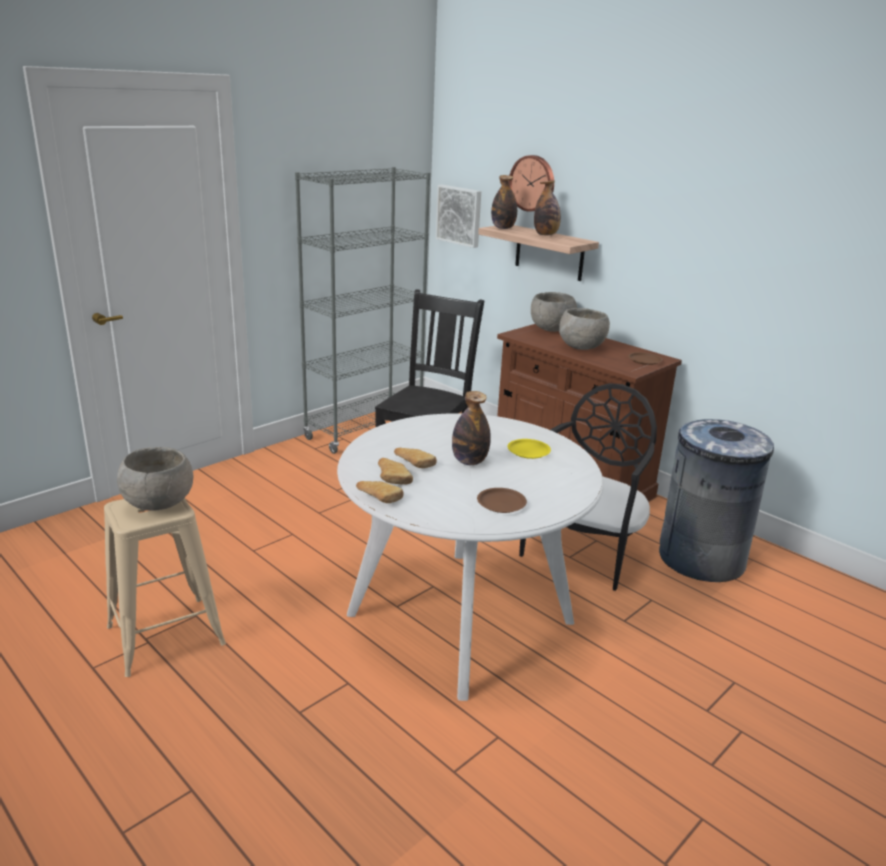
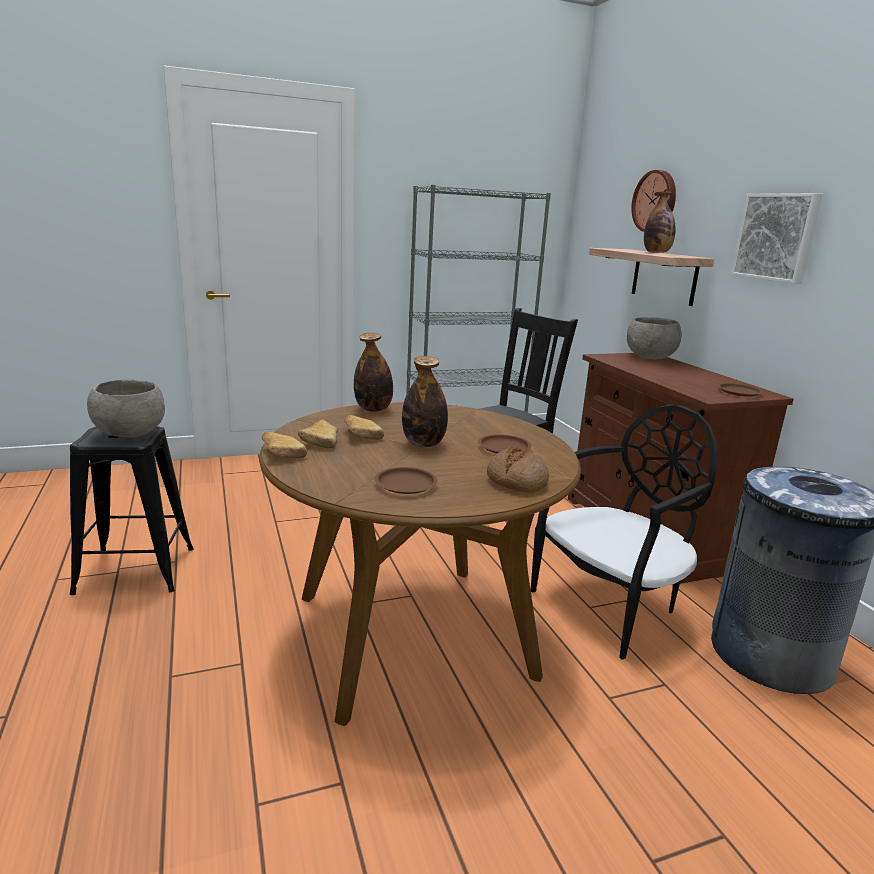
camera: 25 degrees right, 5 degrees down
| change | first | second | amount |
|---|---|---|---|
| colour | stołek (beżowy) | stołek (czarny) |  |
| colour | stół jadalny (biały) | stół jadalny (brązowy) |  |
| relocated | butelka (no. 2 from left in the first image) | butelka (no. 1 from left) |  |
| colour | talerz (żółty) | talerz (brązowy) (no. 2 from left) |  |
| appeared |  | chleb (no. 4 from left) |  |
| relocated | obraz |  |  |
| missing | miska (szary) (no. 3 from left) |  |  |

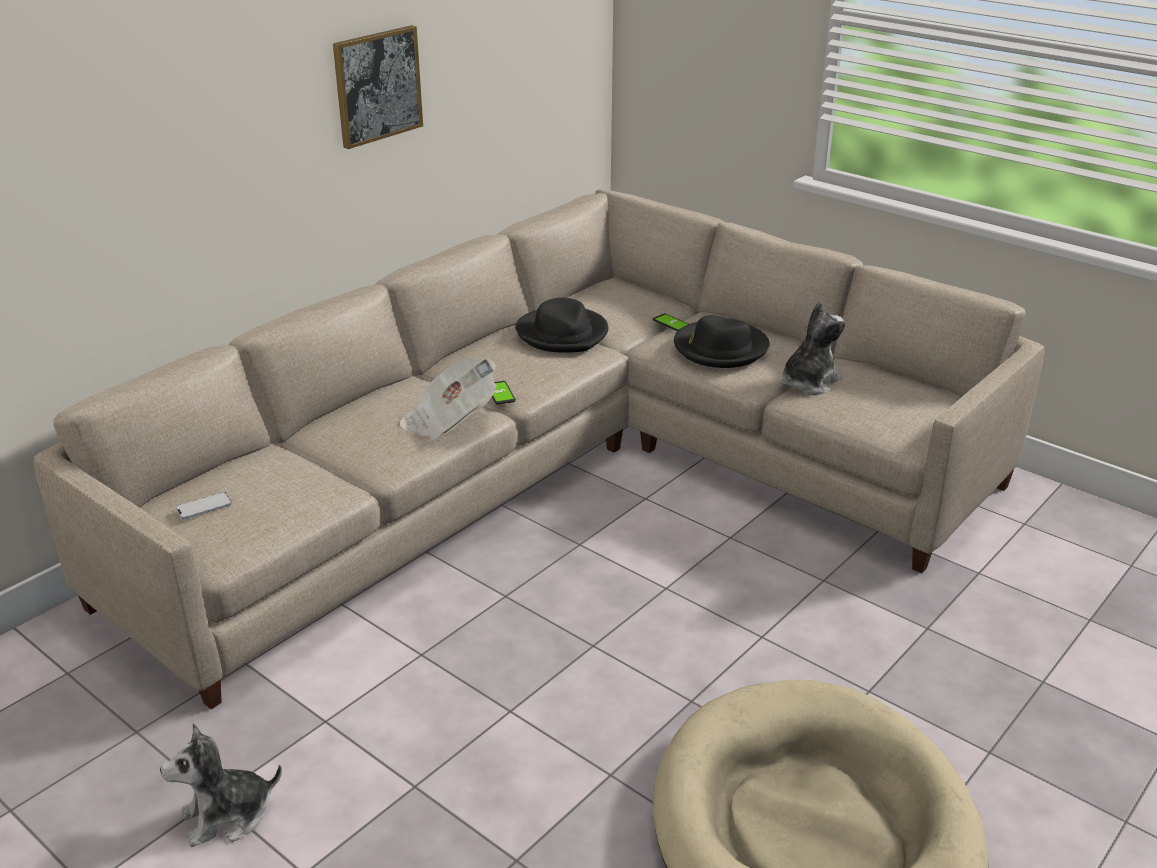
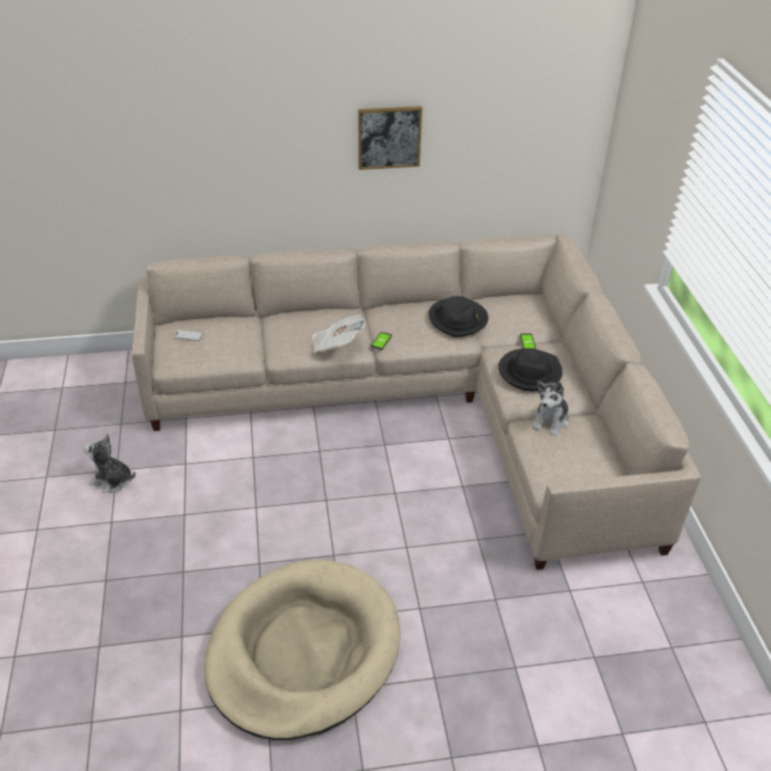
camera: 40 degrees right, 10 degrees up
| change | first | second | amount |
|---|---|---|---|
| spun | pluszak (no. 2 from left) |  | 120 degrees clockwise |

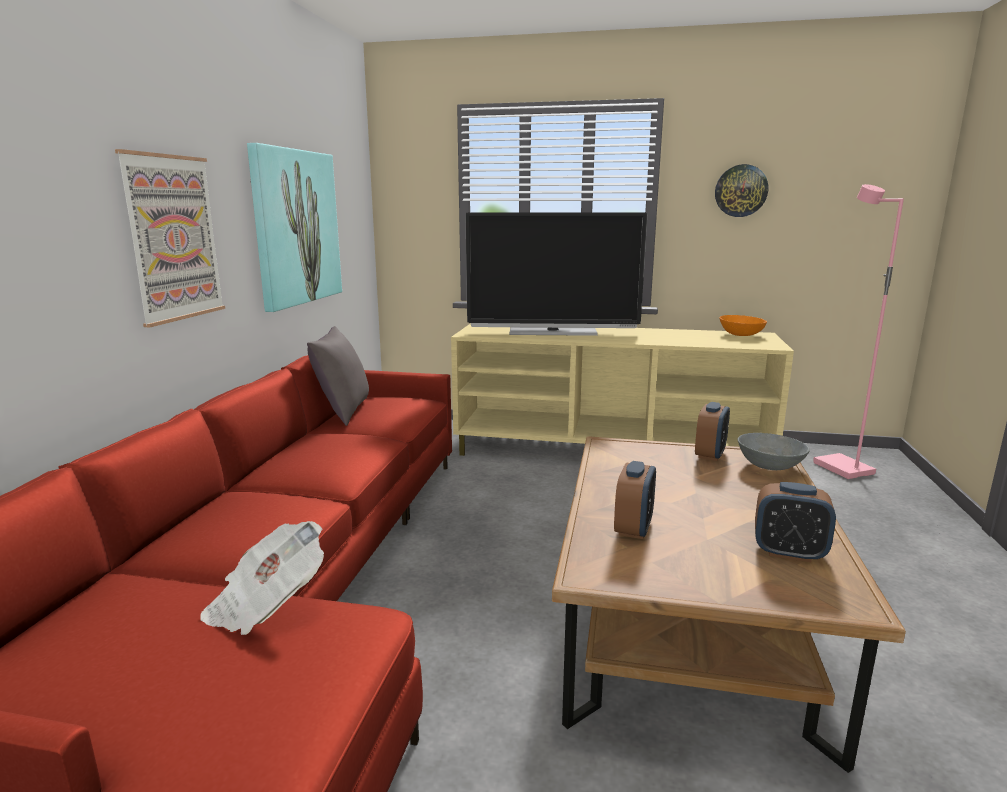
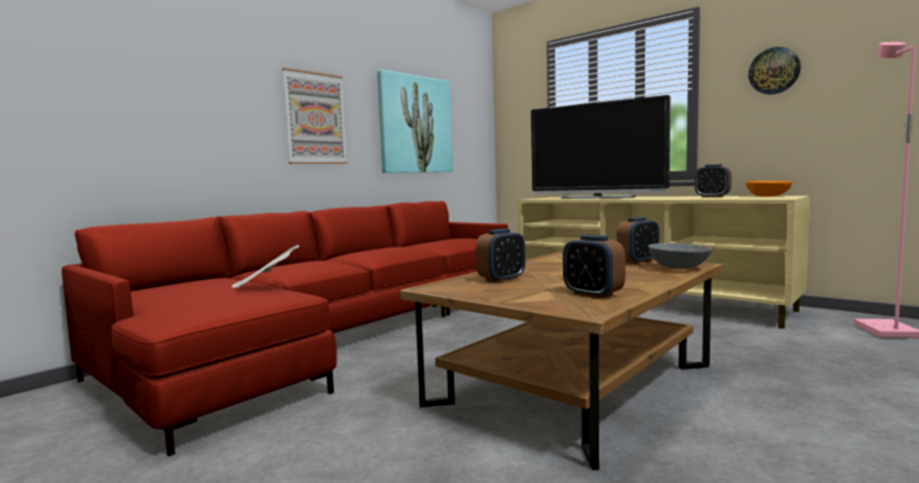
camera: 30 degrees right, 10 degrees down
| change | first | second | amount |
|---|---|---|---|
| appeared |  | budzik (no. 4 from left) |  |
| missing | poduszka (szary) |  |  |

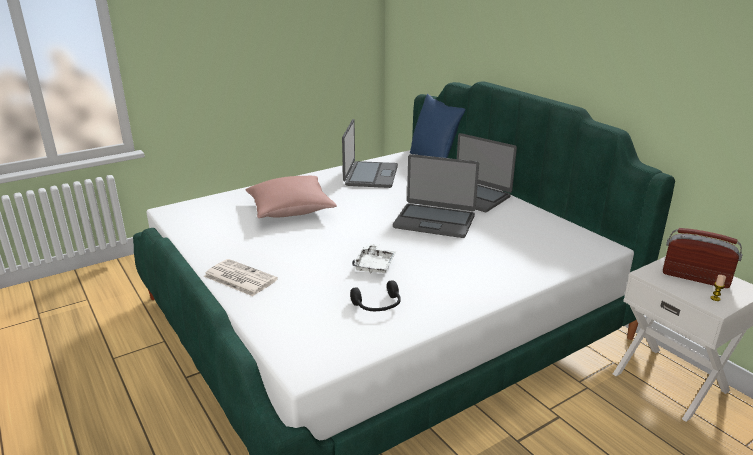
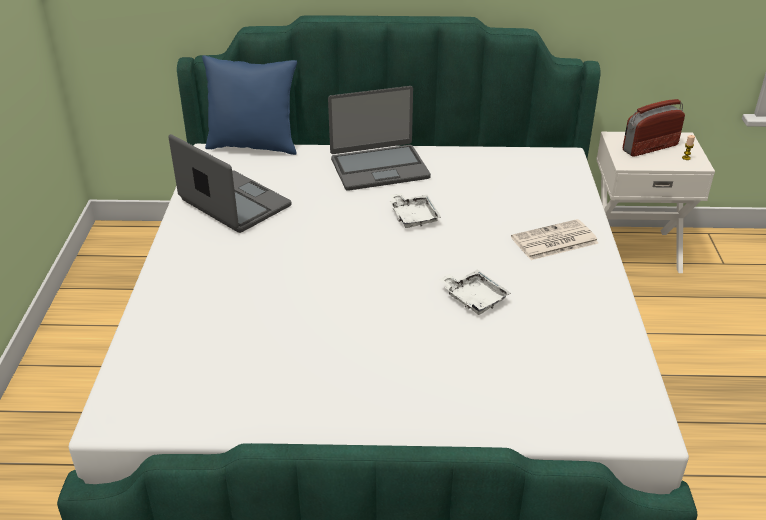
camera: 55 degrees left, 10 degrees up
| change | first | second | amount |
|---|---|---|---|
| exchanged | laptop (no. 2 from left) | taca (biały) (no. 1 from left) |  |
| relocated | gazeta |  |  |
| missing | poduszka (różowy) |  |  |
| missing | słuchawki (czarny) |  |  |

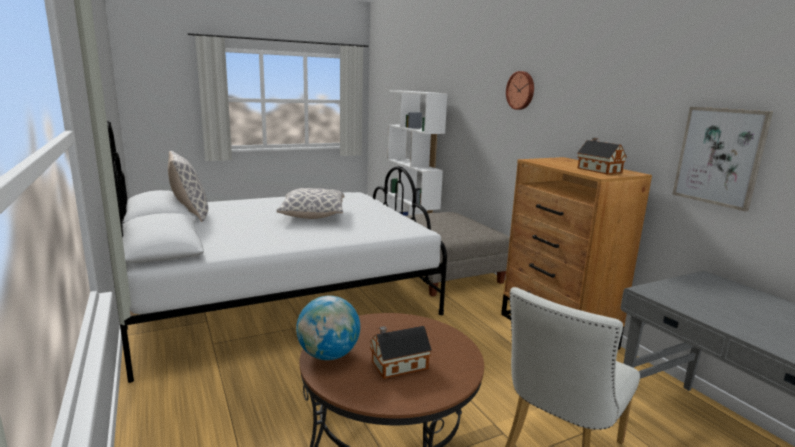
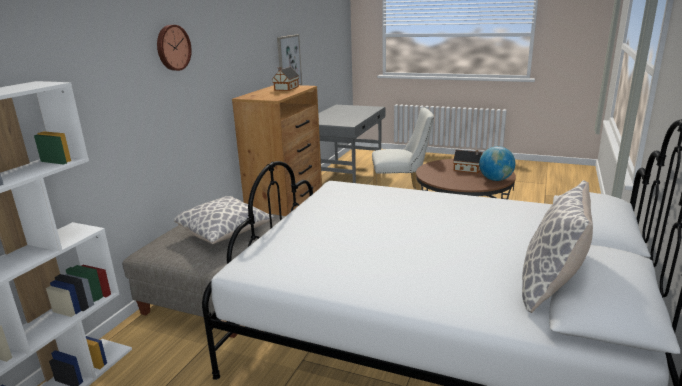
camera: 130 degrees left, 5 degrees up
| change | first | second | amount |
|---|---|---|---|
| relocated | poduszka (no. 2 from left in the first image) | poduszka (no. 1 from left) |  |

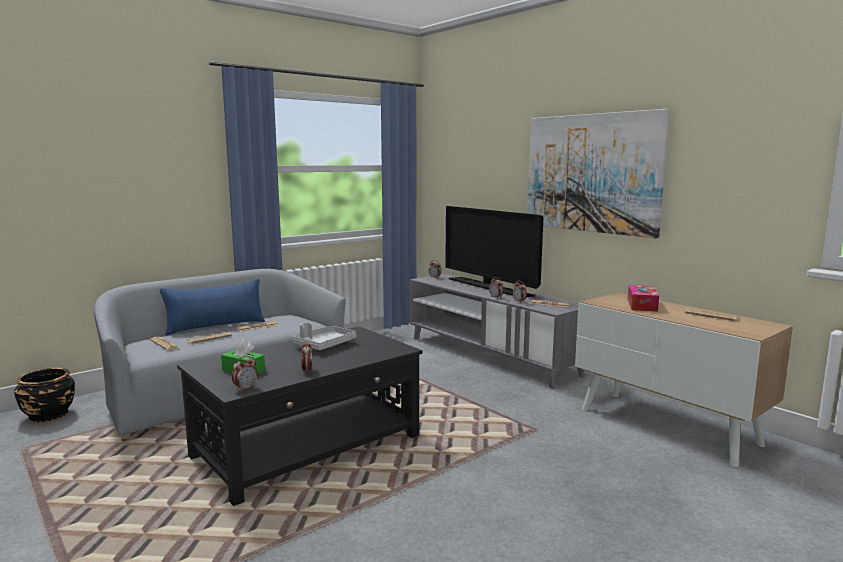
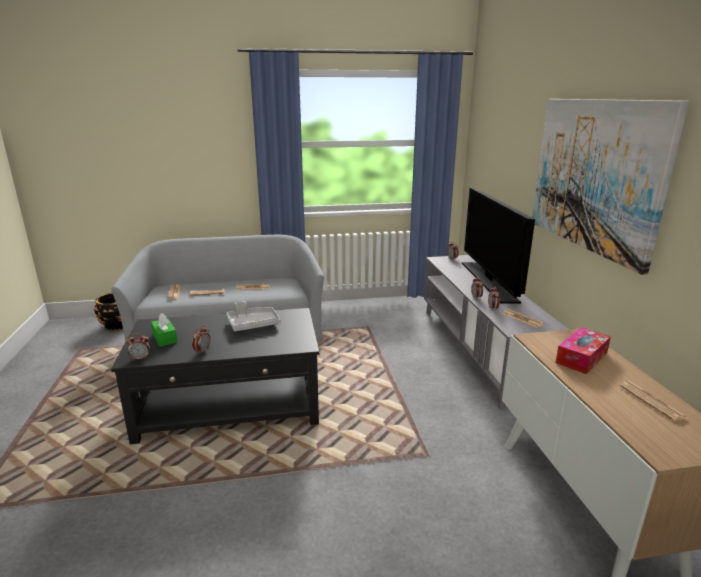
camera: 30 degrees right, 10 degrees up
| change | first | second | amount |
|---|---|---|---|
| missing | poduszka (niebieski) |  |  |

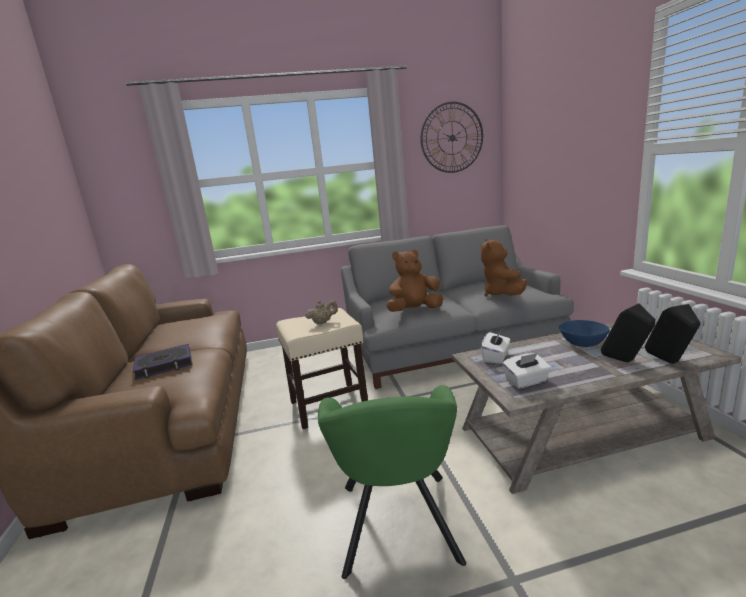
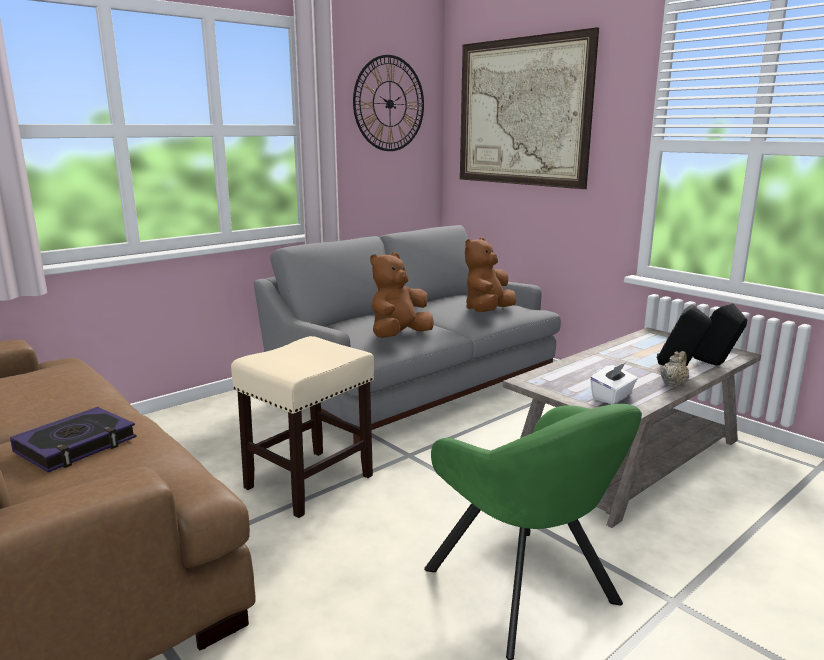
camera: 30 degrees left, 0 degrees up
| change | first | second | amount |
|---|---|---|---|
| appeared |  | obraz |  |
| spun | pluszak (brązowy) (no. 2 from left) |  | 60 degrees clockwise |
| relocated | imbryk (beżowy) |  |  |
| missing | pudełko chusteczek (biały) (no. 1 from left) |  |  |
| missing | miska (niebieski) |  |  |

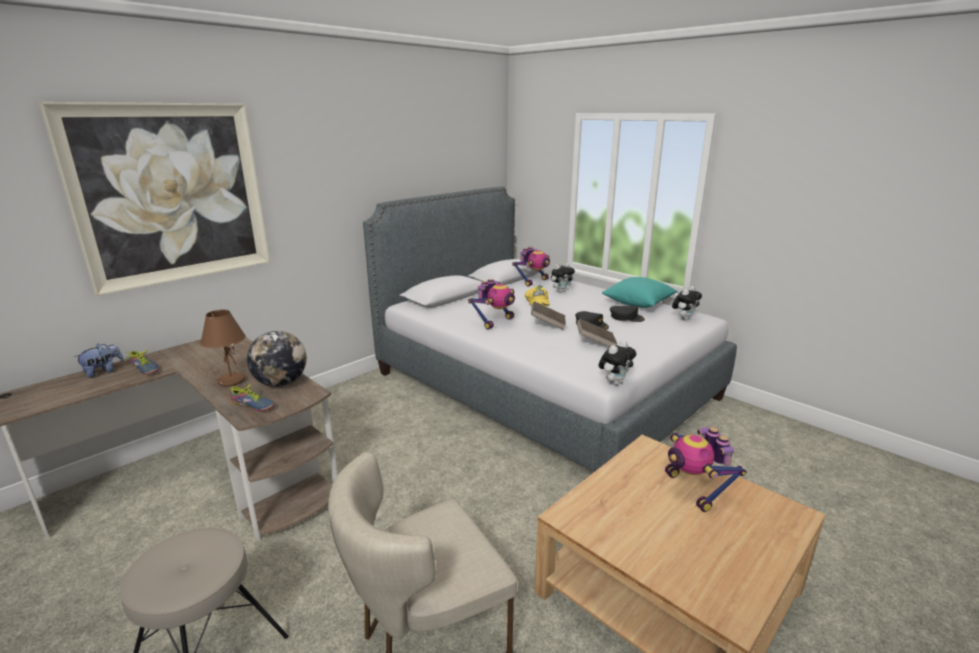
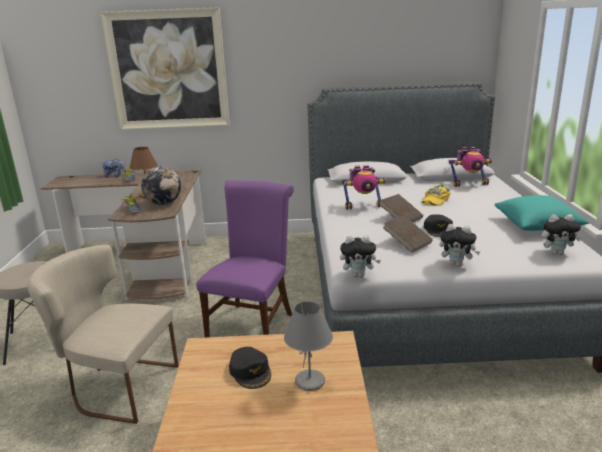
camera: 45 degrees right, 0 degrees up
| change | first | second | amount |
|---|---|---|---|
| appeared |  | krzesło (fioletowy) |  |
| relocated | czapka z daszkiem (czarny) (no. 2 from left in the first image) | czapka z daszkiem (czarny) (no. 1 from left) |  |
| exchanged | robot zabawkowy (no. 3 from left) | lampa stołowa (szary) |  |
| relocated | pluszak (no. 2 from left in the first image) | pluszak (no. 3 from left) |  |

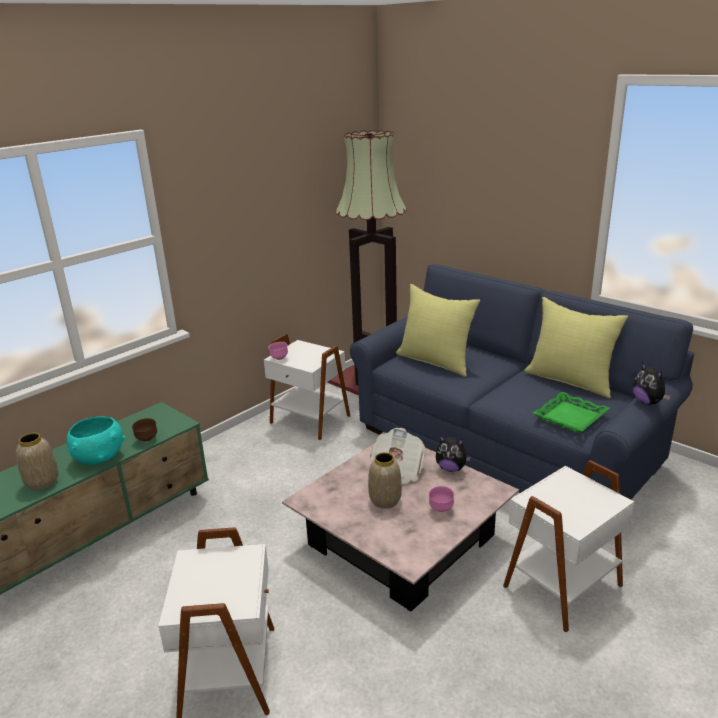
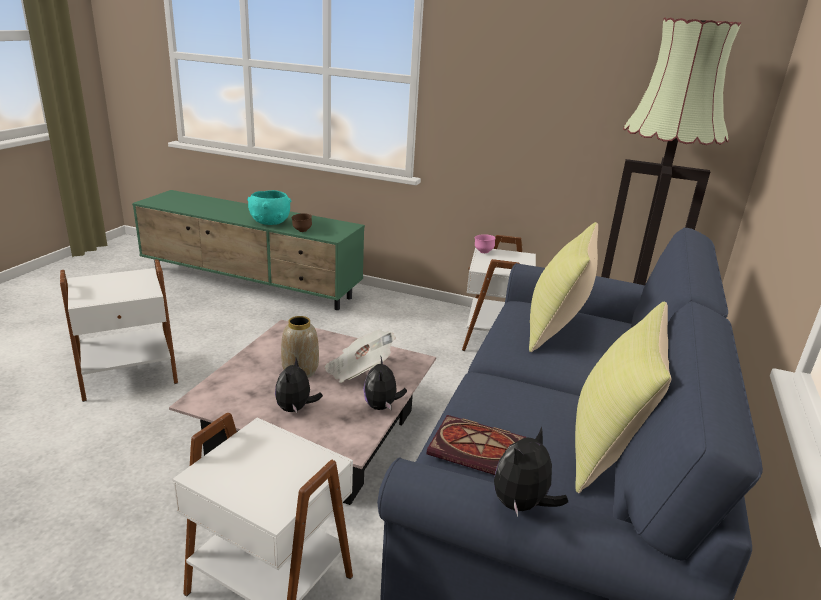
camera: 65 degrees right, 0 degrees up
| change | first | second | amount |
|---|---|---|---|
| exchanged | miska (różowy) (no. 2 from left) | pluszak (no. 1 from left) |  |
| exchanged | taca (zielony) | książka |  |
| missing | wazon (no. 1 from left) |  |  |

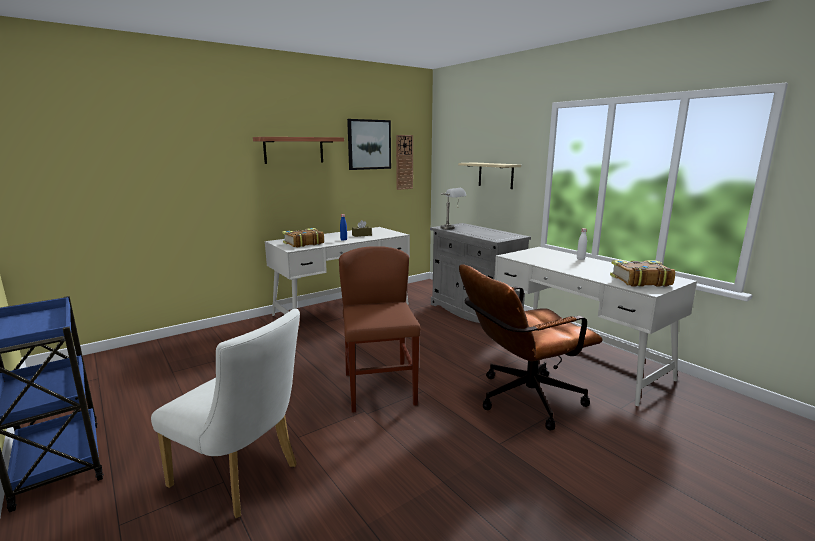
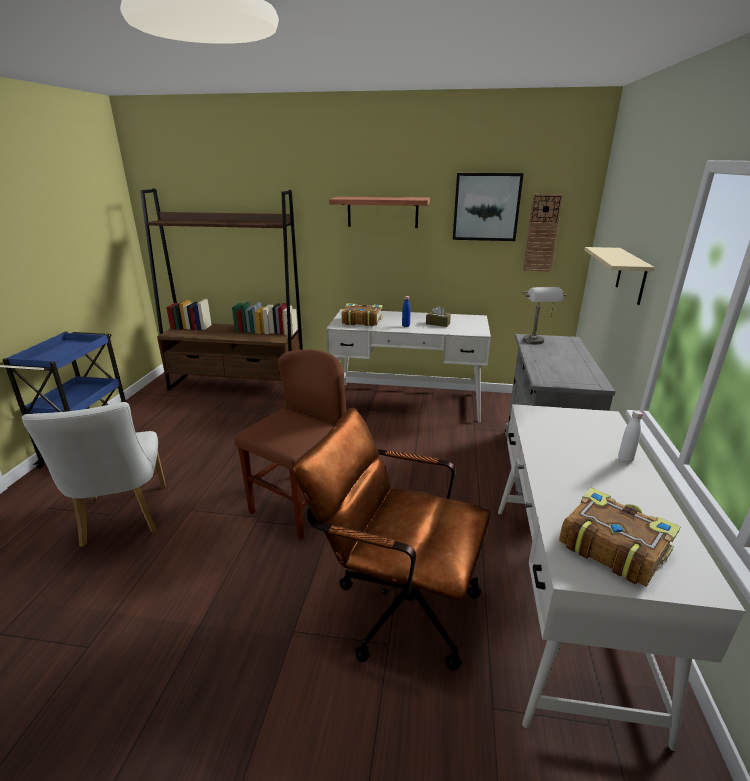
camera: 45 degrees right, 10 degrees up
| change | first | second | amount |
|---|---|---|---|
| appeared |  | regał (brązowy) |  |

